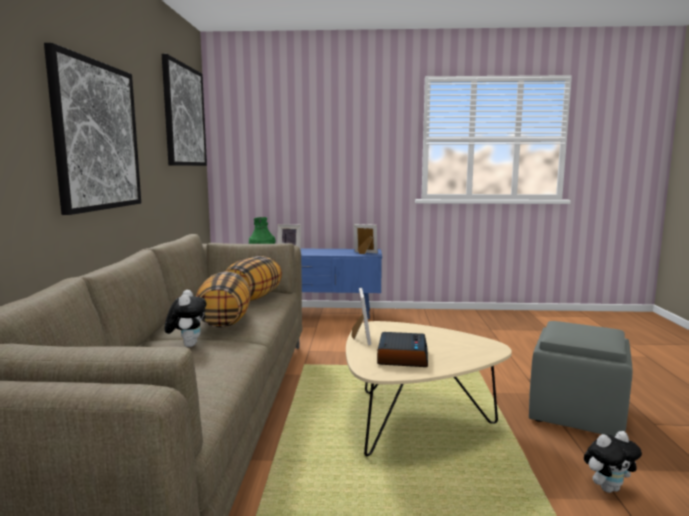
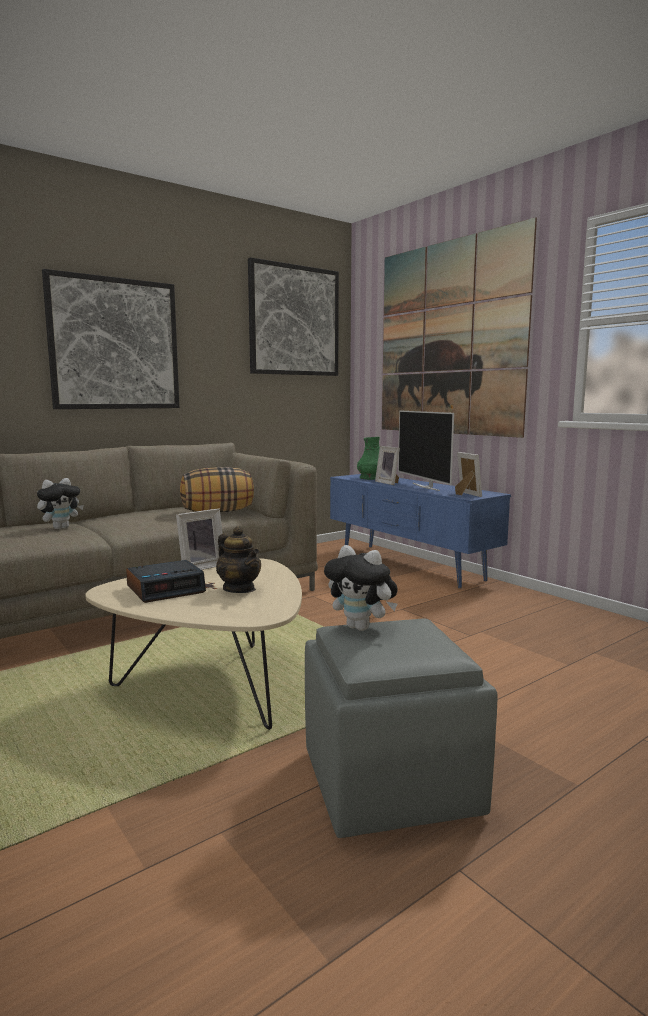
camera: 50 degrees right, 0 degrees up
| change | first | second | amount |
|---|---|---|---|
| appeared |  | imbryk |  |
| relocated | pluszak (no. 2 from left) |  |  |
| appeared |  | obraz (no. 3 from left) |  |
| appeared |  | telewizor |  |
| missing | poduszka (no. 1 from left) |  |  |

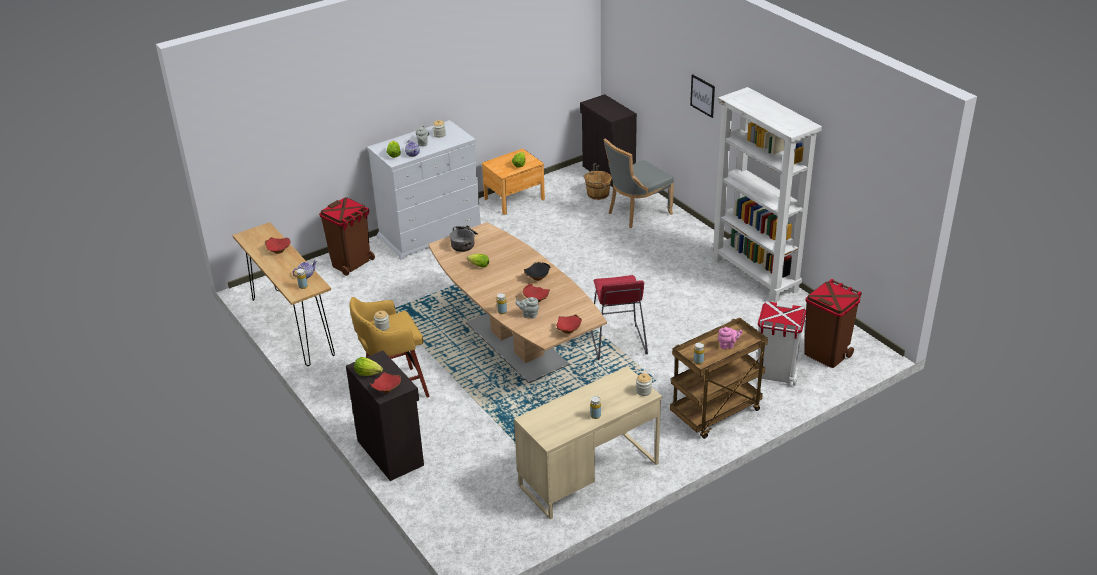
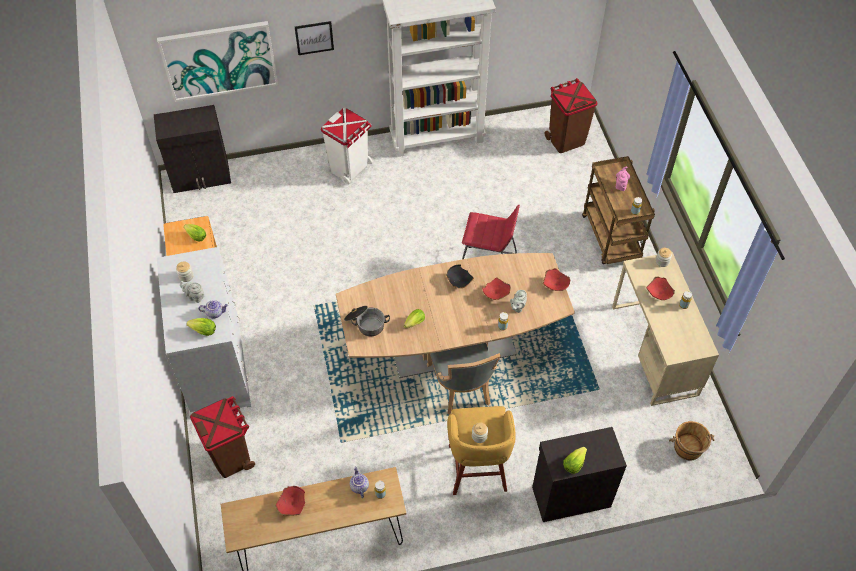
camera: 70 degrees left, 20 degrees up
| change | first | second | amount |
|---|---|---|---|
| appeared |  | obraz (no. 1 from left) |  |
| relocated | kosz na śmieci (biały) |  |  |
| relocated | krzesło (szary) |  |  |
| relocated | miska (czerwony) (no. 2 from left in the first image) | miska (czerwony) (no. 4 from left) |  |
| relocated | wiadro (brązowy) |  |  |

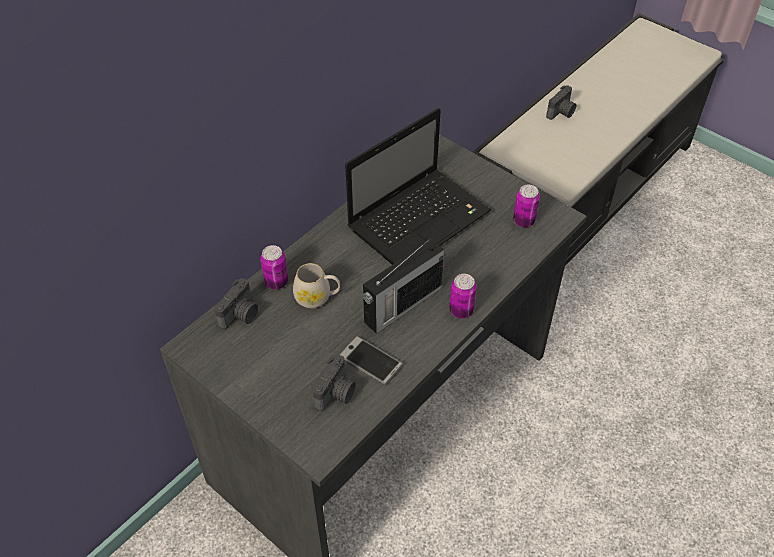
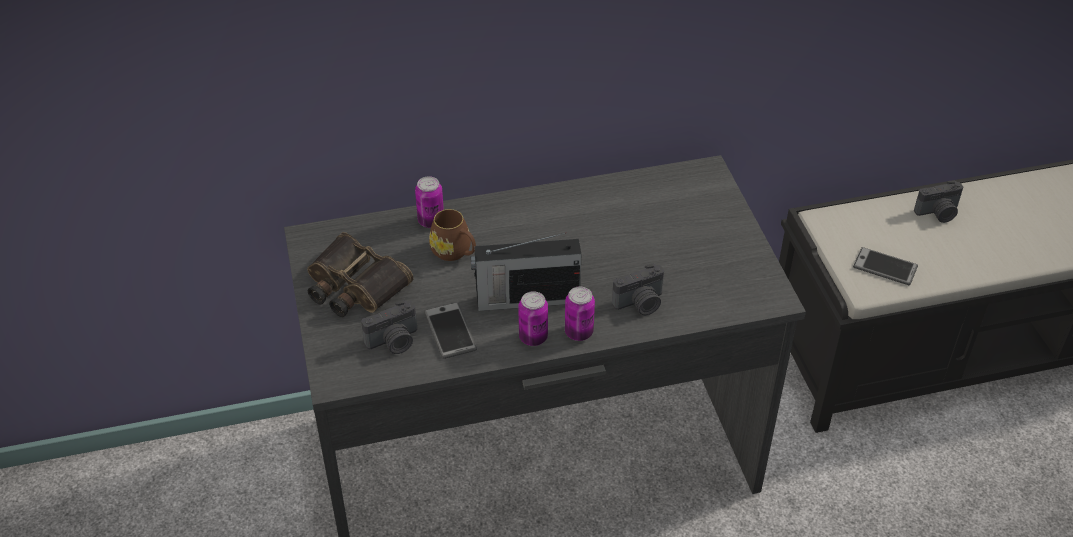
camera: 35 degrees right, 5 degrees down
| change | first | second | amount |
|---|---|---|---|
| appeared |  | lornetka |  |
| colour | kubek (biały) | kubek (brązowy) |  |
| relocated | puszka (no. 3 from left in the first image) | puszka (no. 2 from left) |  |
| relocated | aparat fotograficzny (no. 1 from left in the first image) | aparat fotograficzny (no. 2 from left) |  |
| appeared |  | telefon (no. 2 from left) |  |
| missing | laptop |  |  |

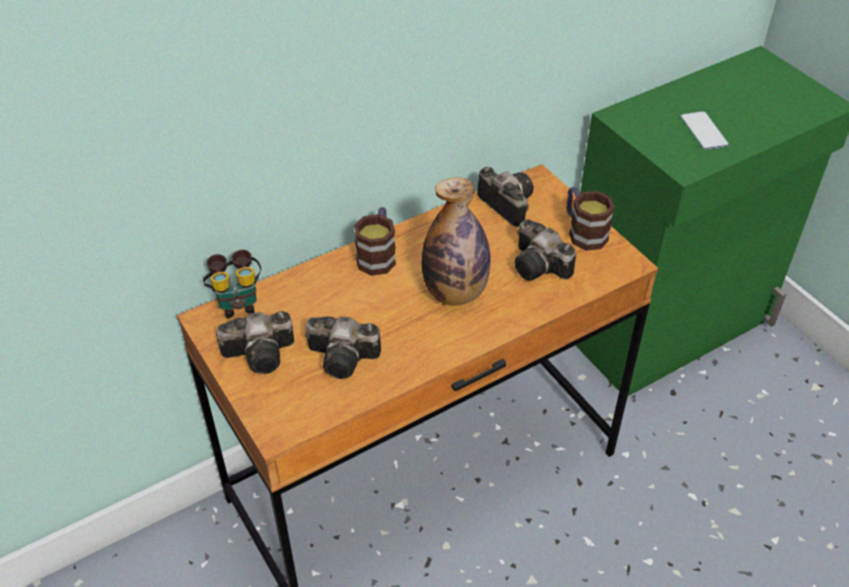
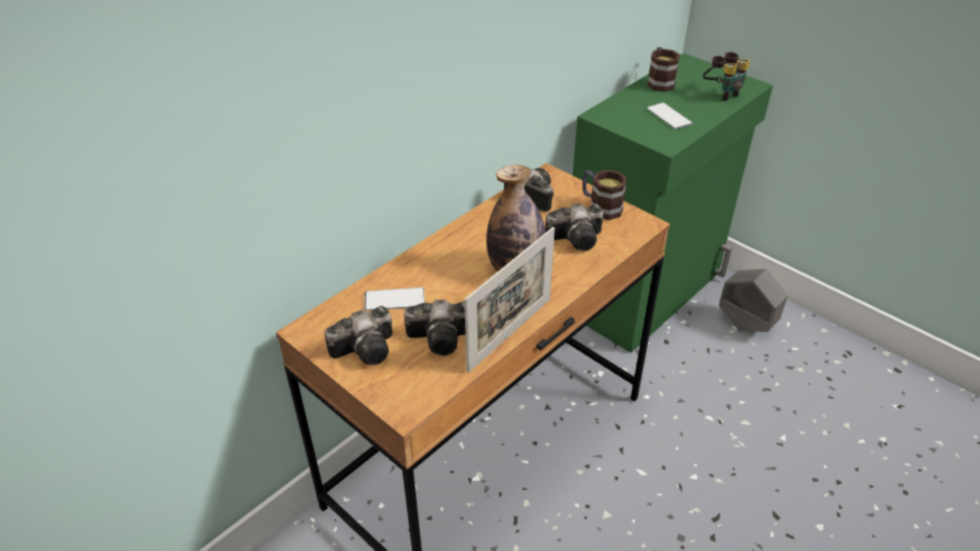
camera: 15 degrees left, 5 degrees down
| change | first | second | amount |
|---|---|---|---|
| appeared |  | telefon (no. 1 from left) |  |
| appeared |  | ramka na zdjęcie |  |
| spun | aparat fotograficzny (no. 4 from left) |  | 45 degrees counterclockwise |
| relocated | kubek (no. 1 from left in the first image) | kubek (no. 2 from left) |  |
| relocated | lornetka |  |  |
| appeared |  | donica (szary) |  |

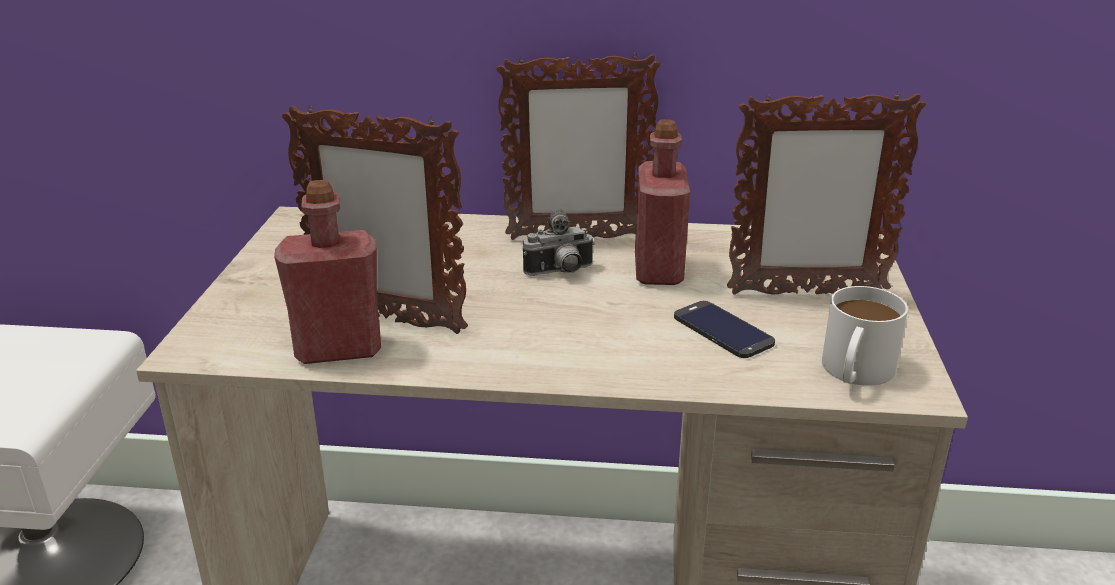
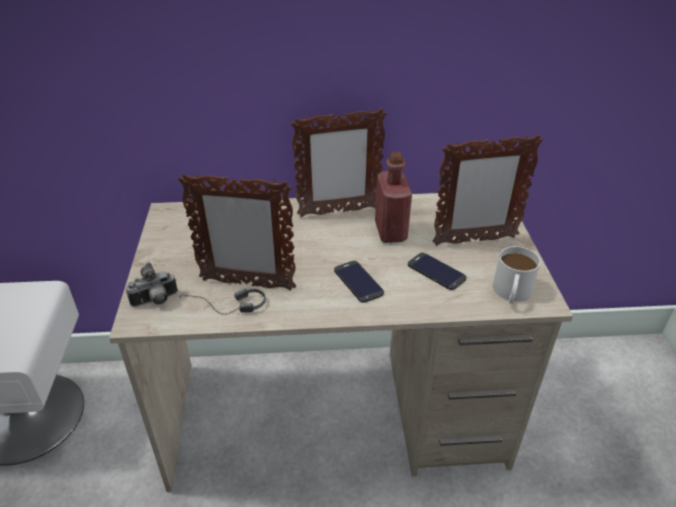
camera: 10 degrees left, 10 degrees up
| change | first | second | amount |
|---|---|---|---|
| relocated | aparat fotograficzny |  |  |
| exchanged | butelka (czerwony) (no. 1 from left) | słuchawki |  |
| appeared |  | telefon (no. 1 from left) |  |

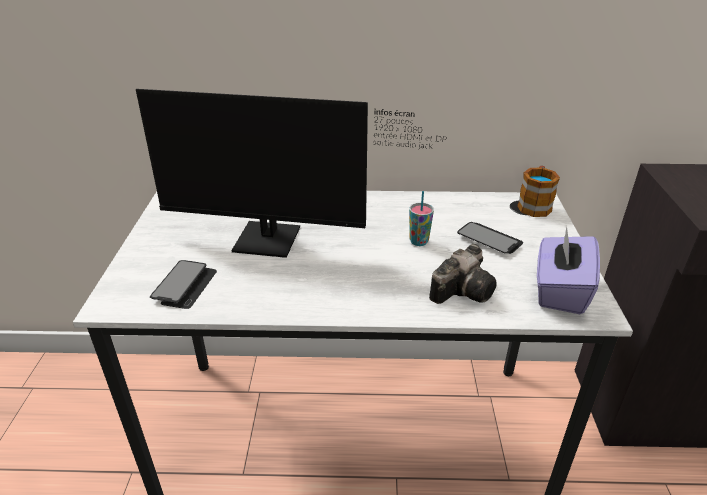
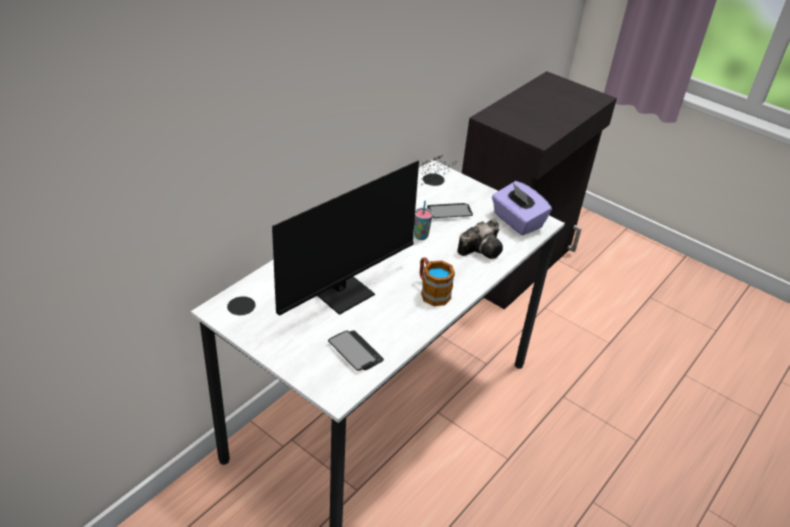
camera: 55 degrees left, 5 degrees up
| change | first | second | amount |
|---|---|---|---|
| relocated | kubek |  |  |
| spun | aparat fotograficzny |  | 60 degrees clockwise |

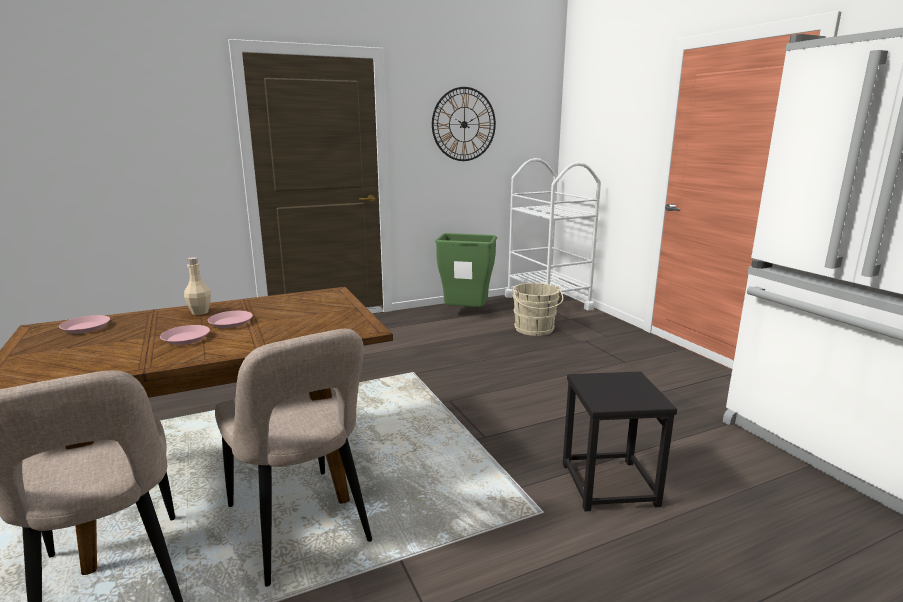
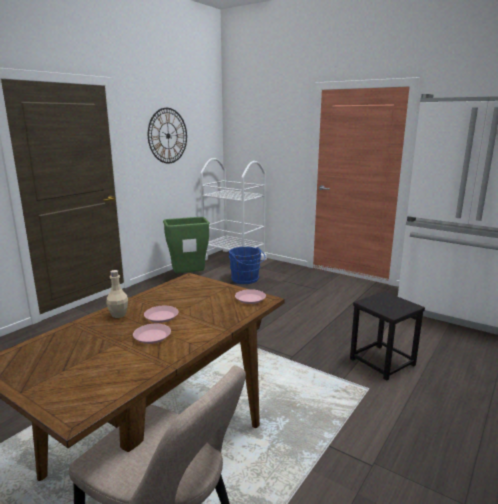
camera: 30 degrees left, 0 degrees up
| change | first | second | amount |
|---|---|---|---|
| colour | wiadro (beżowy) | wiadro (niebieski) |  |
| relocated | talerz (różowy) (no. 1 from left in the first image) | talerz (różowy) (no. 3 from left) |  |
| missing | krzesło (beżowy) (no. 2 from left) |  |  |

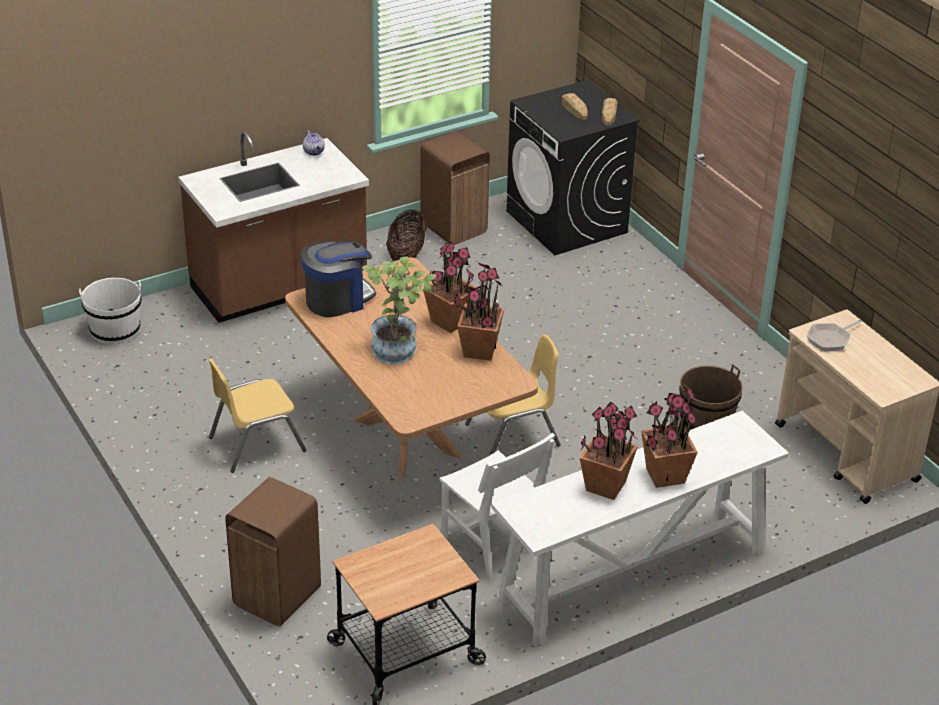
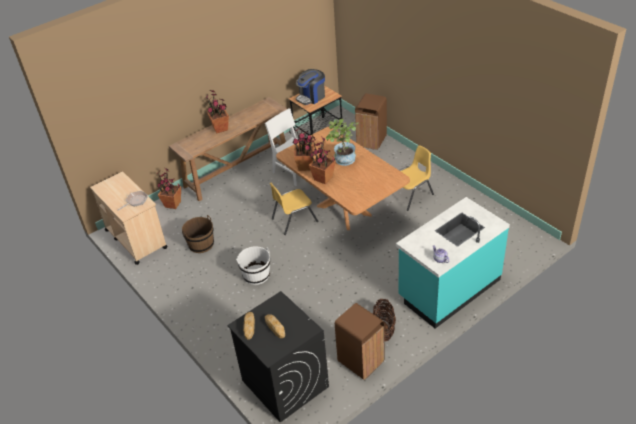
camera: 175 degrees right, 5 degrees up
| change | first | second | amount |
|---|---|---|---|
| relocated | roślina doniczkowa (no. 4 from left in the first image) | roślina doniczkowa (no. 1 from left) |  |
| colour | stolik konsolowy (biały) | stolik konsolowy (brązowy) |  |
| relocated | wiadro (biały) |  |  |
| relocated | ekspres do kawy |  |  |
| colour | zabudowa kuchenna (brązowy) | zabudowa kuchenna (turkusowy) |  |

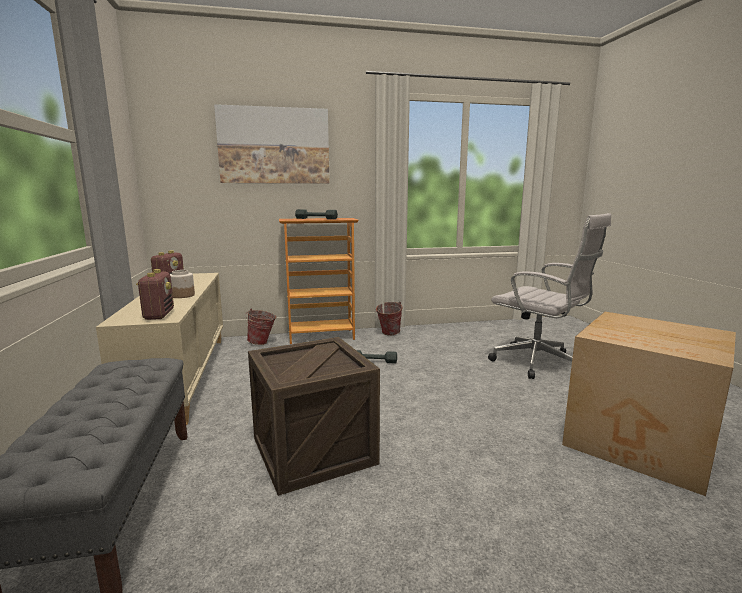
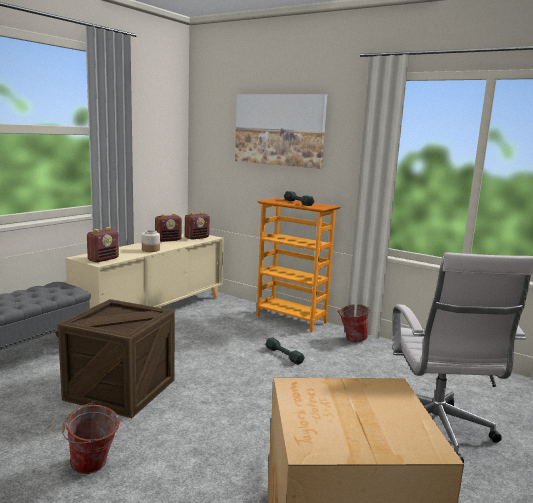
camera: 45 degrees right, 0 degrees up
| change | first | second | amount |
|---|---|---|---|
| relocated | wiadro (no. 1 from left) |  |  |
| appeared |  | radio (no. 3 from left) |  |

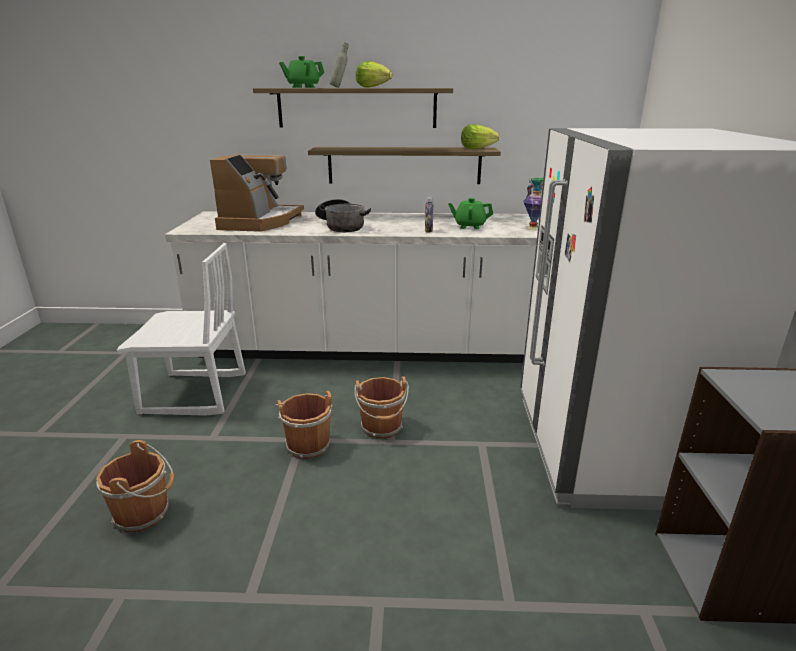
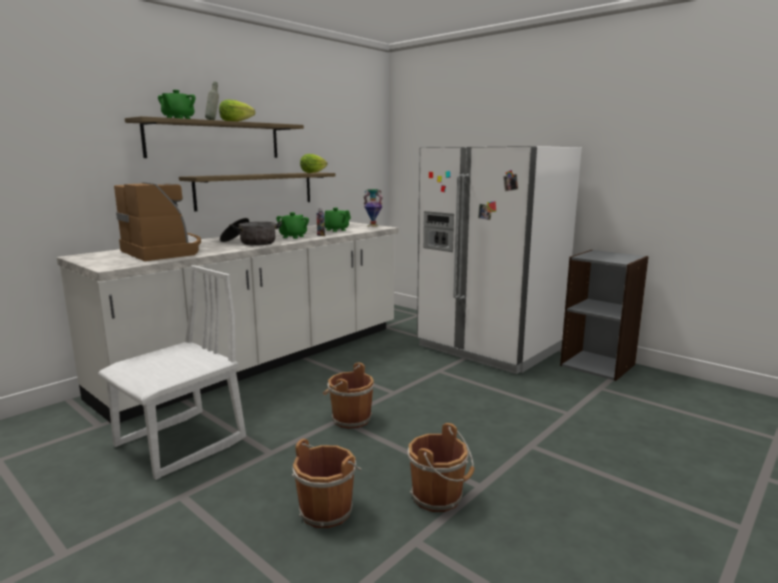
camera: 50 degrees left, 10 degrees down
| change | first | second | amount |
|---|---|---|---|
| appeared |  | imbryk (zielony) (no. 2 from left) |  |
| relocated | wiadro (brązowy) (no. 3 from left) |  |  |

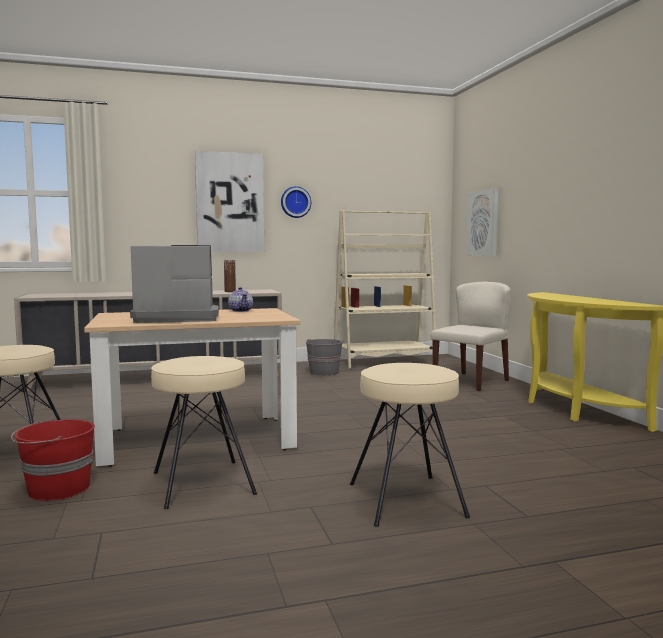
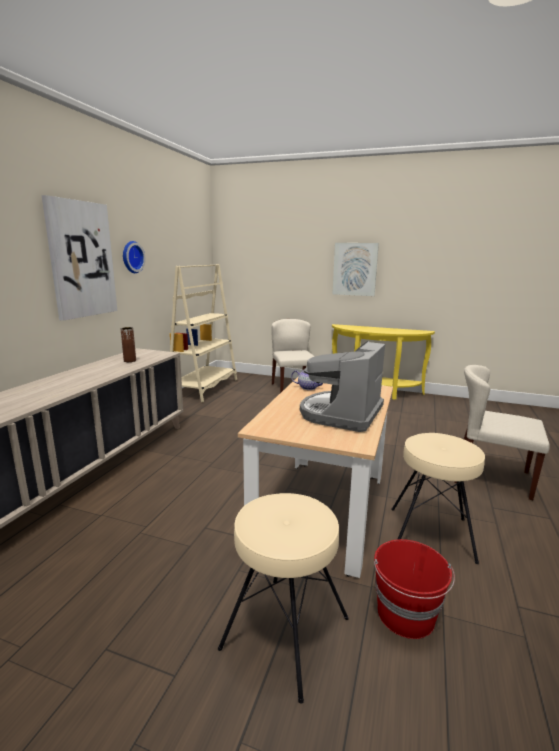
camera: 55 degrees left, 10 degrees up
| change | first | second | amount |
|---|---|---|---|
| relocated | obraz (no. 2 from left) |  |  |
| exchanged | stołek (beżowy) (no. 3 from left) | krzesło (beżowy) (no. 2 from left) |  |
| missing | wiadro (szary) |  |  |

